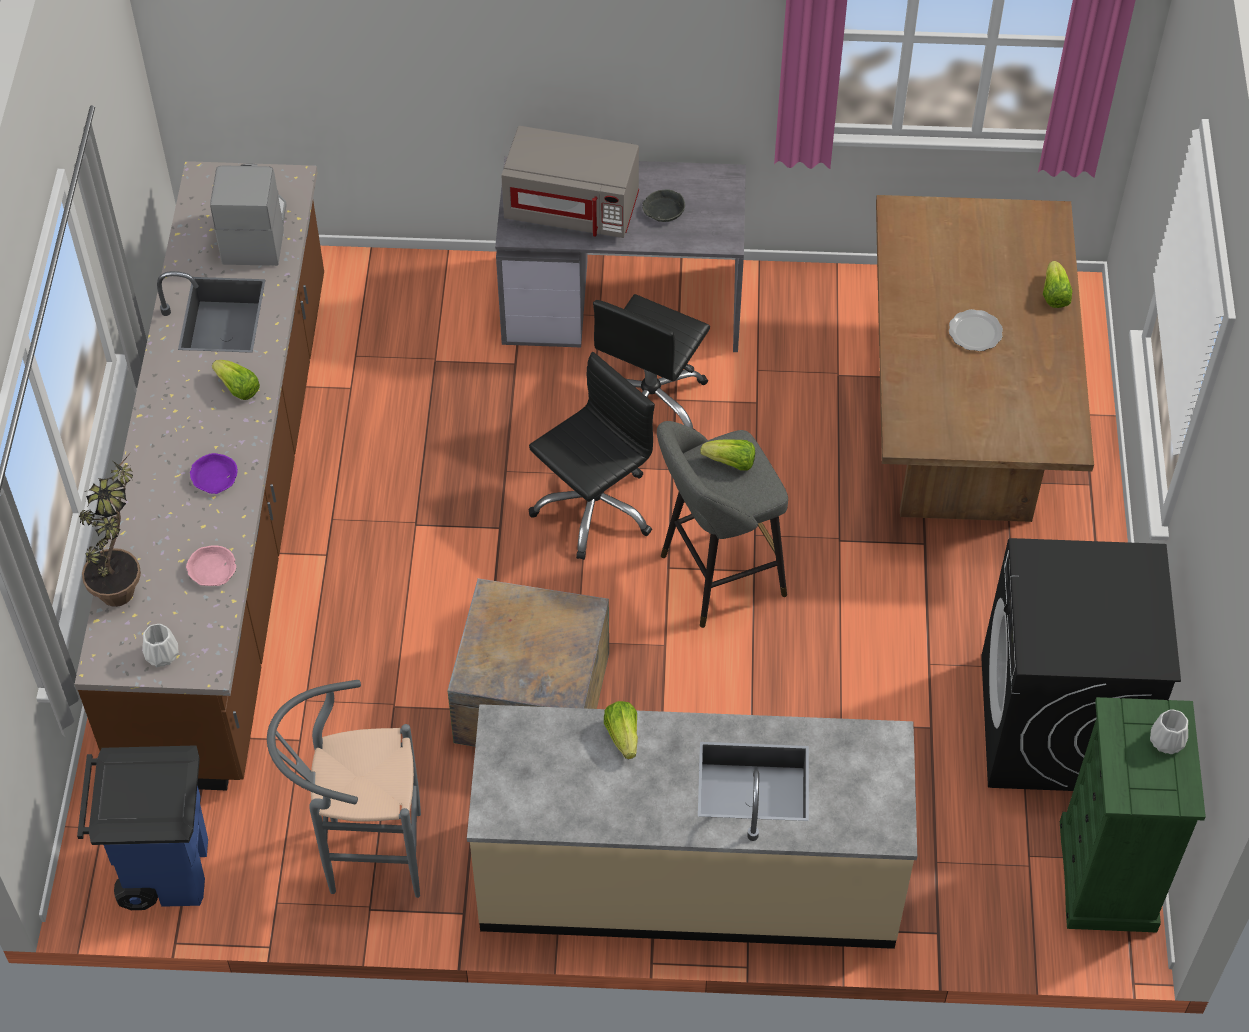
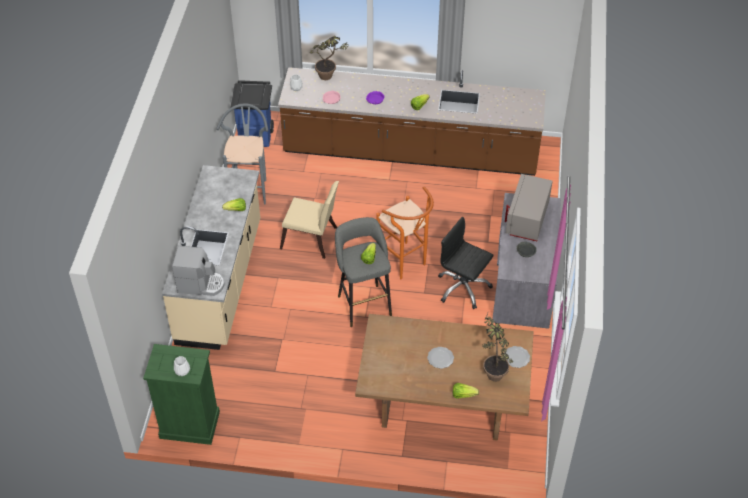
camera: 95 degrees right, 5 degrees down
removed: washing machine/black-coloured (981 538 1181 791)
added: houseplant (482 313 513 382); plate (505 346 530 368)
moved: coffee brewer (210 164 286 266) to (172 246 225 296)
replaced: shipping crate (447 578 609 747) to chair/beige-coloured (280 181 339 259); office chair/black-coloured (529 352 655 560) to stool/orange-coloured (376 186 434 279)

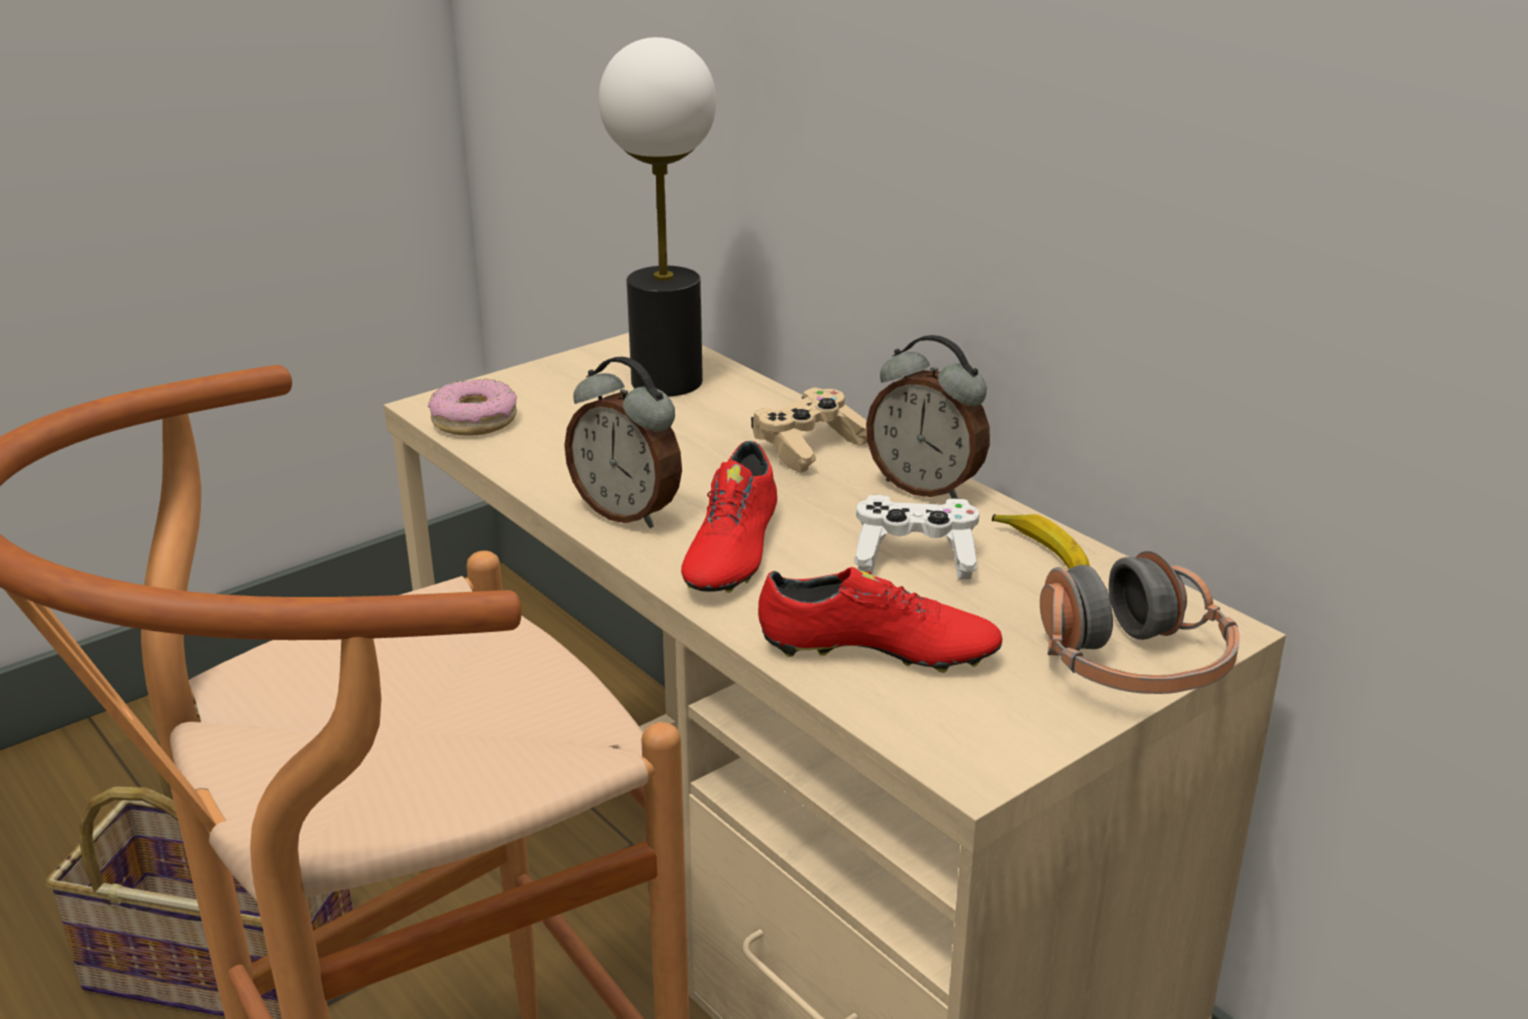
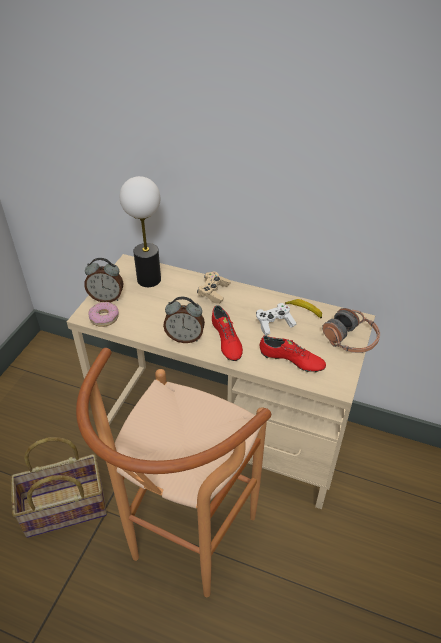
camera: 30 degrees left, 15 degrees up
moved: table clock (866 335 990 499) to (84 258 123 302)
turned: shoe/reddish (758 567 1002 673) = (260 335 326 373) 45 degrees clockwise

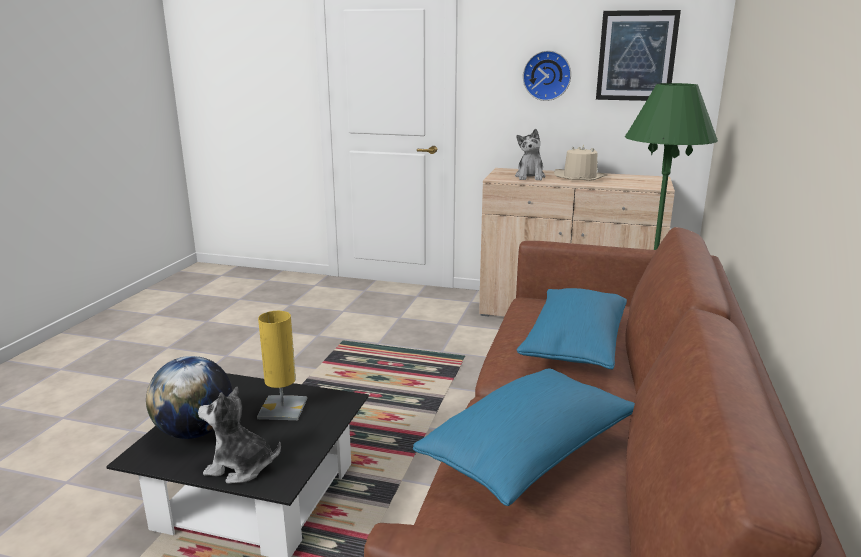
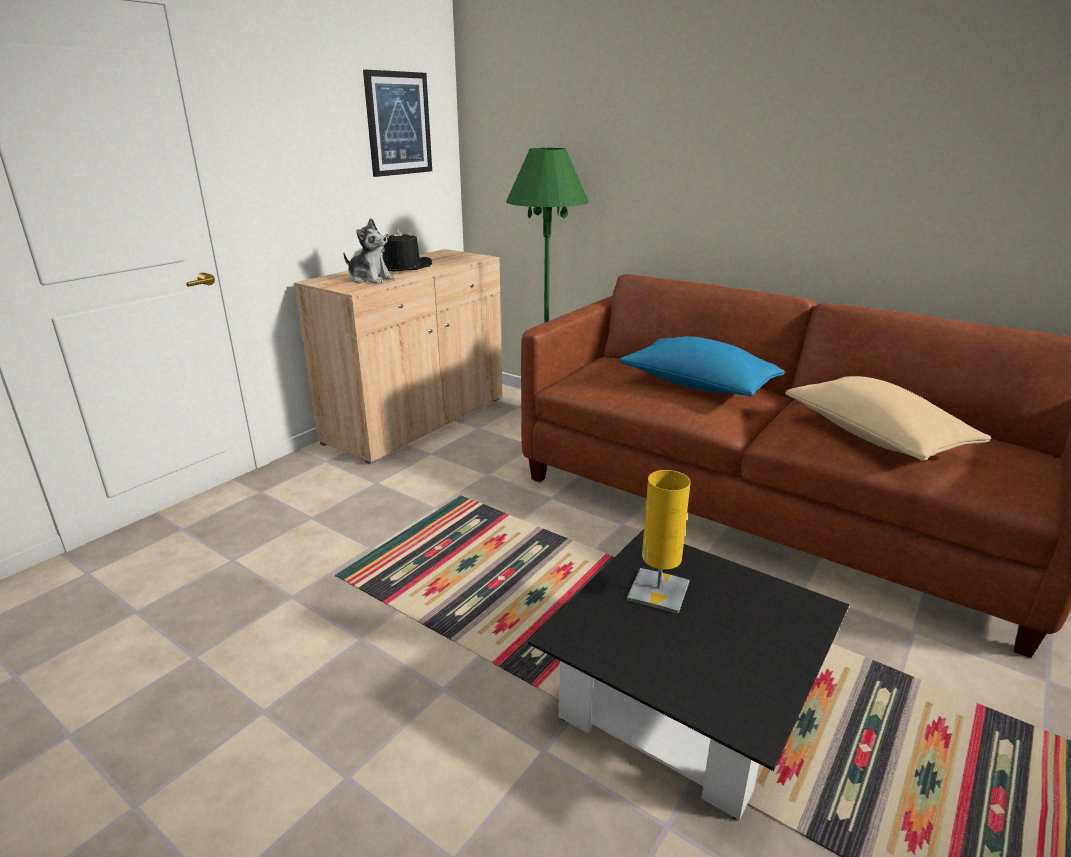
camera: 70 degrees left, 5 degrees up
removed: world globe (146 356 232 439); soft toy (198 387 281 484); clock on the wall (523 50 571 101)
recoloured: pillow/blue (413 369 635 506) to pillow/beige-coloured (785 376 991 461); clothing hat/beige-coloured (554 145 608 181) to clothing hat/black-coloured (382 230 432 271)

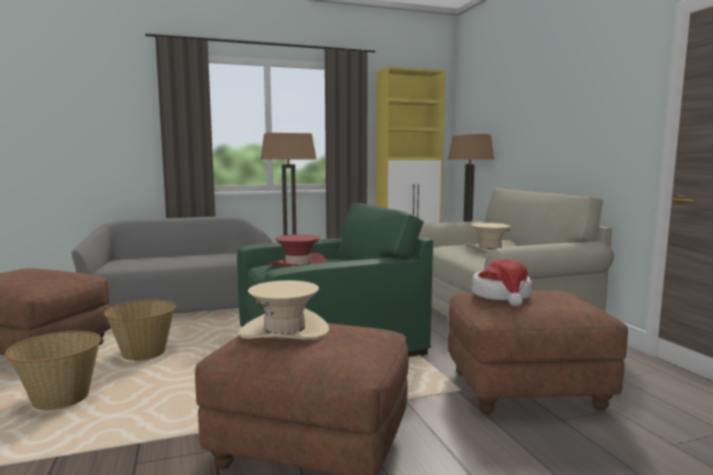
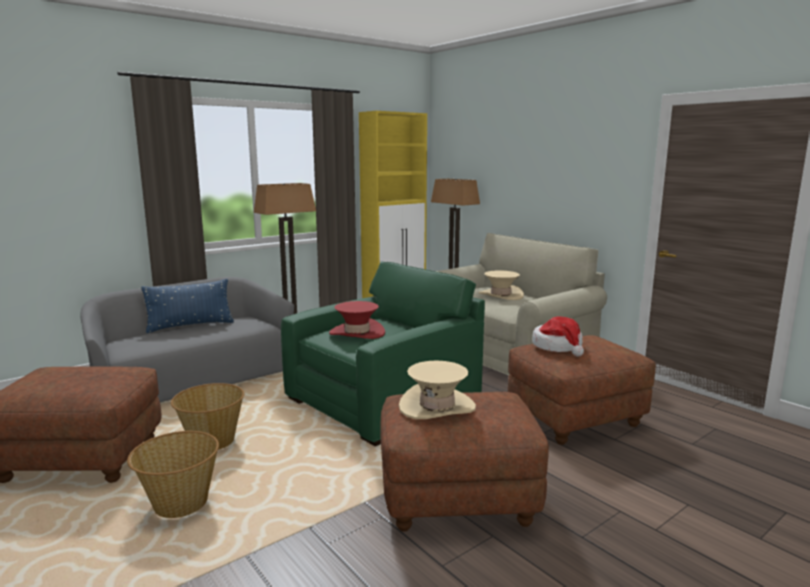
camera: 20 degrees left, 5 degrees up
added: pillow/blue (141 279 234 333)

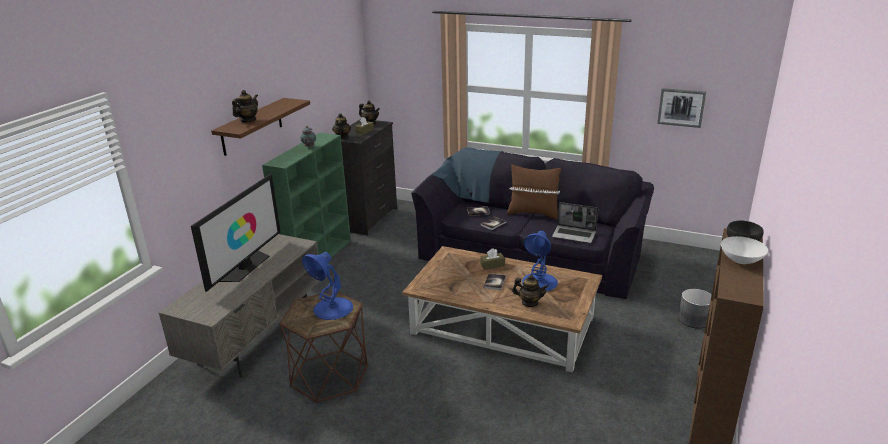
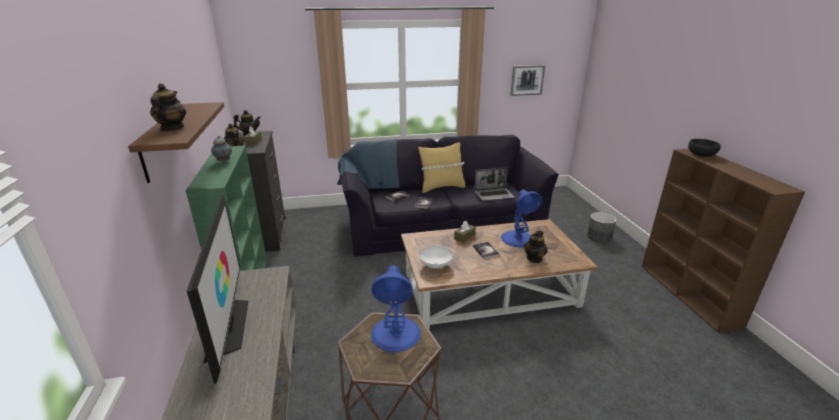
camera: 35 degrees left, 0 degrees up
moved: bowl/white-coloured (721 236 768 264) to (419 246 453 269)
recoloured: pillow/brownish (507 164 561 220) to pillow/yellow (418 142 465 193)
turned: teapot (512 275 549 307) = (524 230 548 263) 135 degrees clockwise

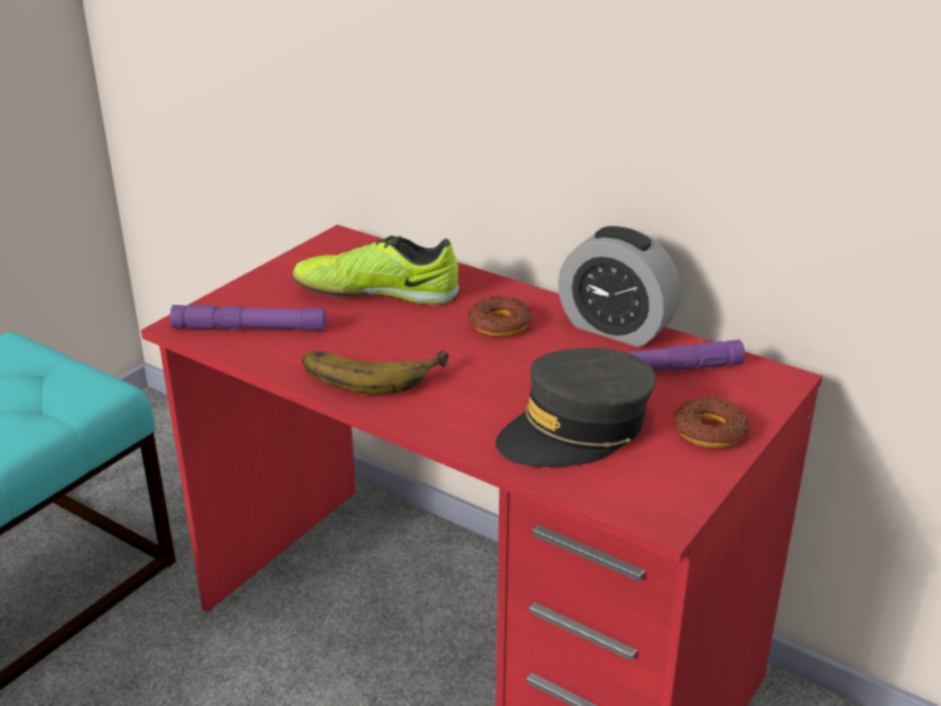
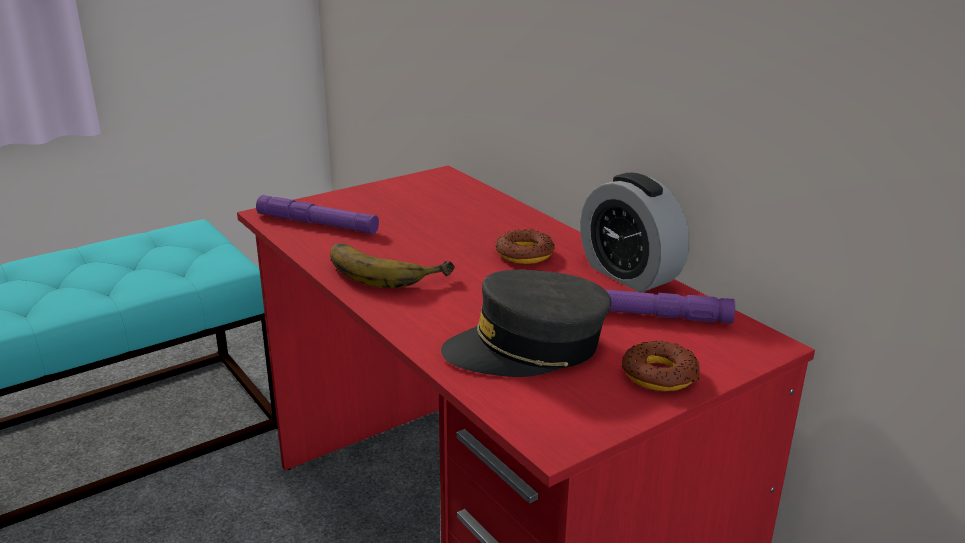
camera: 20 degrees right, 5 degrees down
removed: shoe (293 236 459 305)

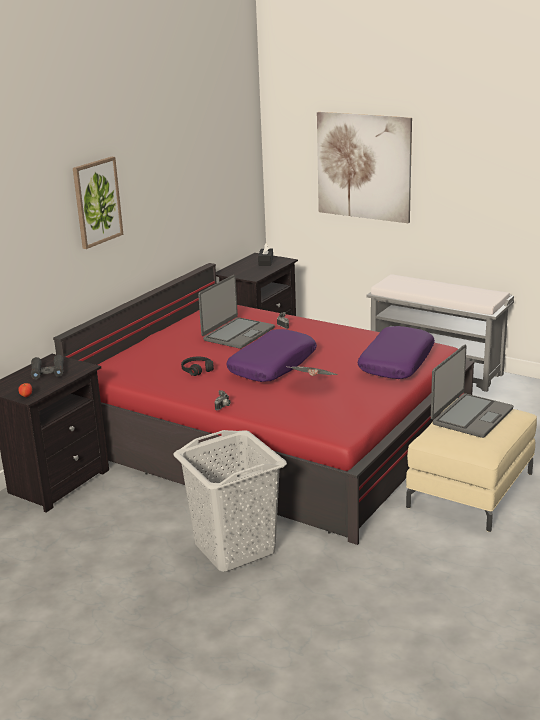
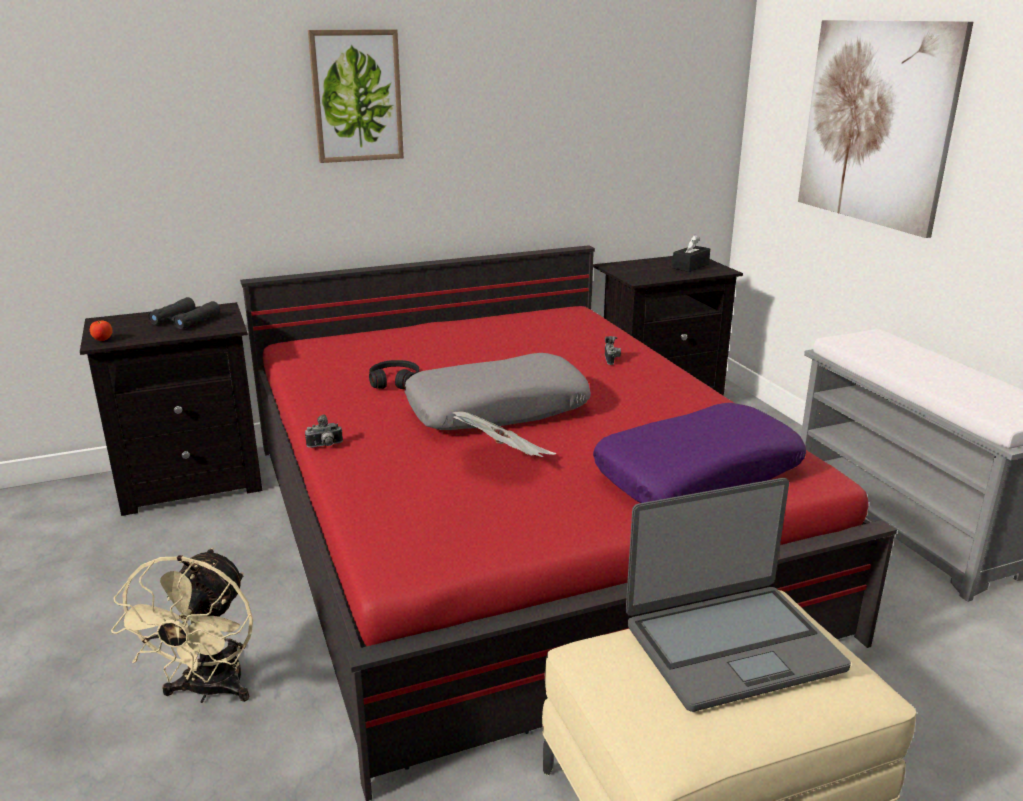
camera: 35 degrees right, 0 degrees up
removed: notebook computer (198 275 275 349)
replaced: washing basket/grey (174 430 287 572) to cooling fan/beige-coloured (111 548 253 703)
recoloured: pillow/purplish (226 329 317 382) to pillow/grey (405 353 591 430)

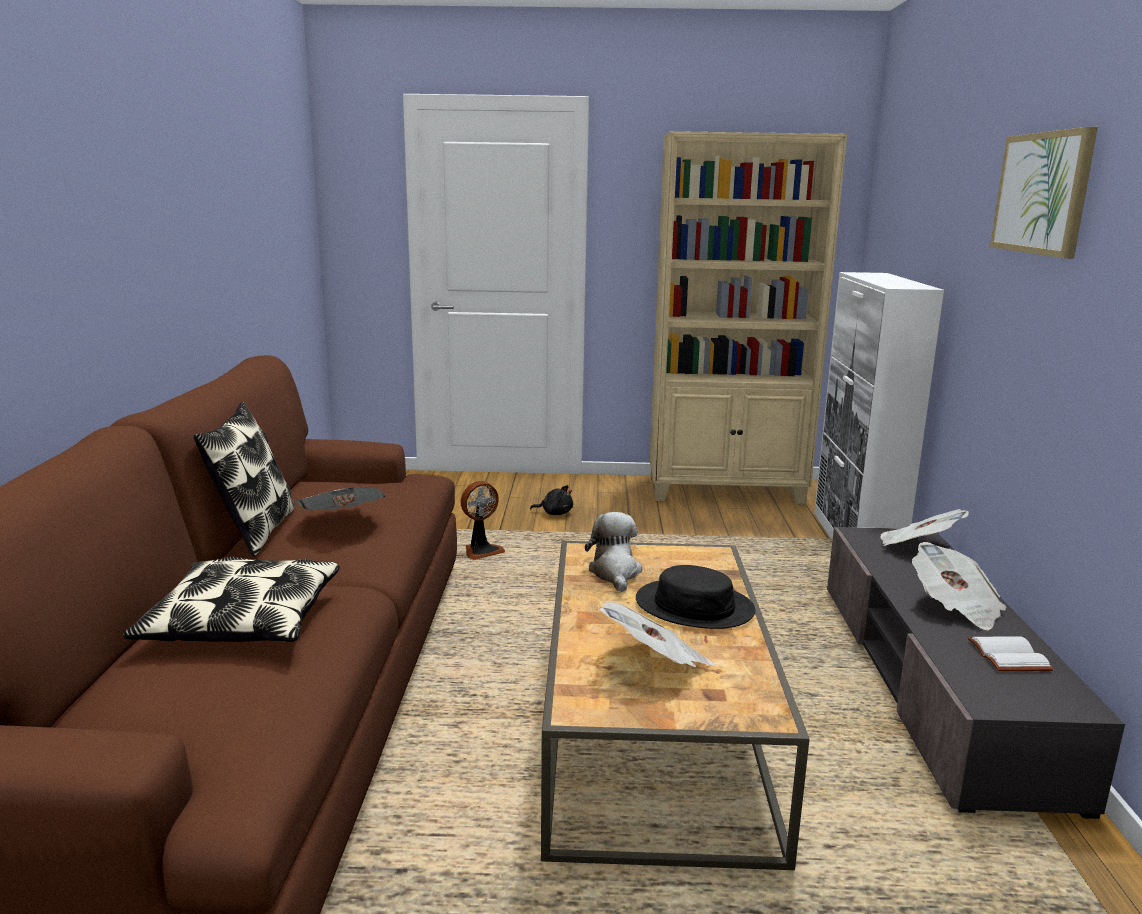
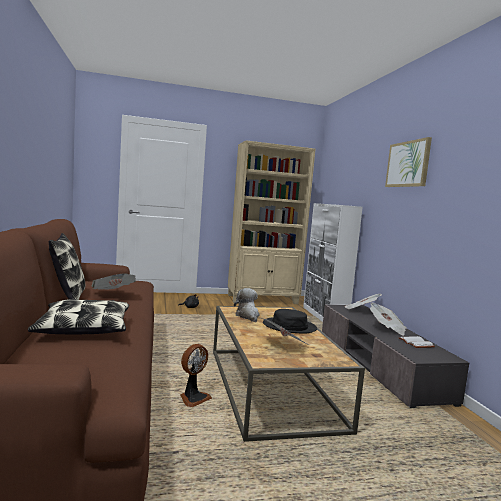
camera: 15 degrees left, 10 degrees down
moved: cooling fan (461 481 505 560) to (180 344 212 407)

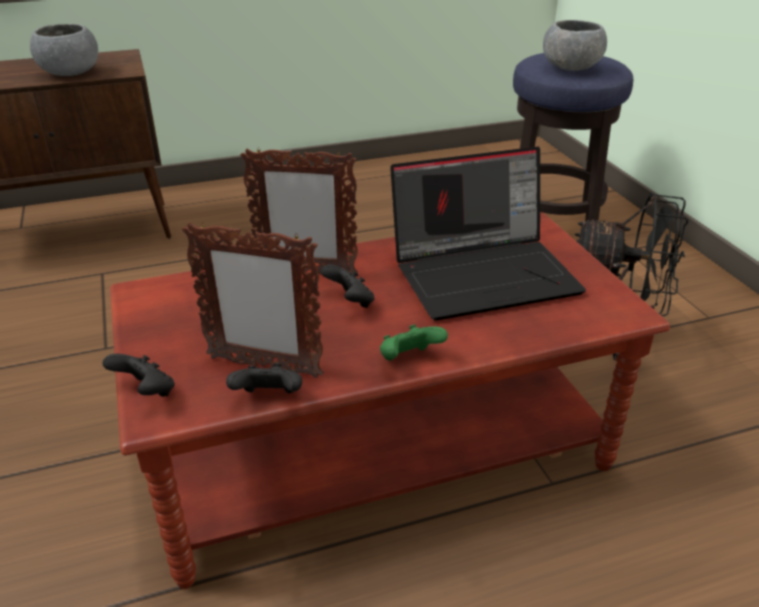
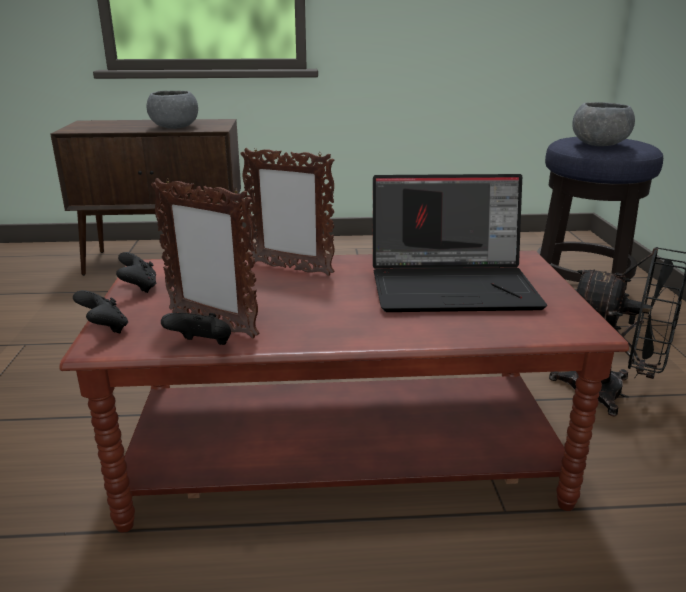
camera: 15 degrees right, 10 degrees down
removed: gamepad/green (380 324 448 360)
moved: gamepad/black-coloured (321 264 374 308) to (116 252 157 293)

